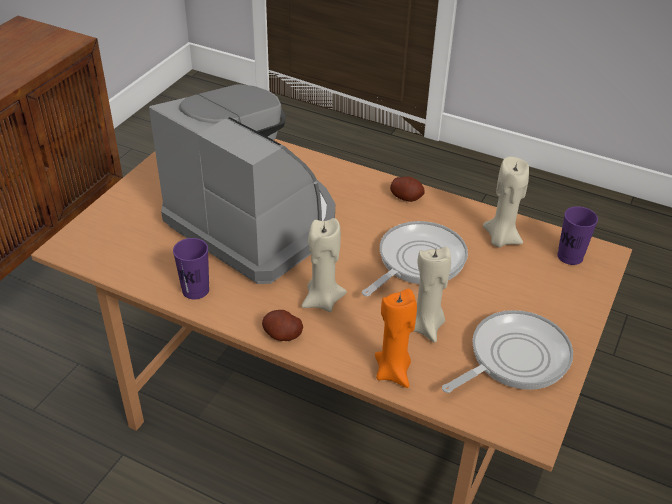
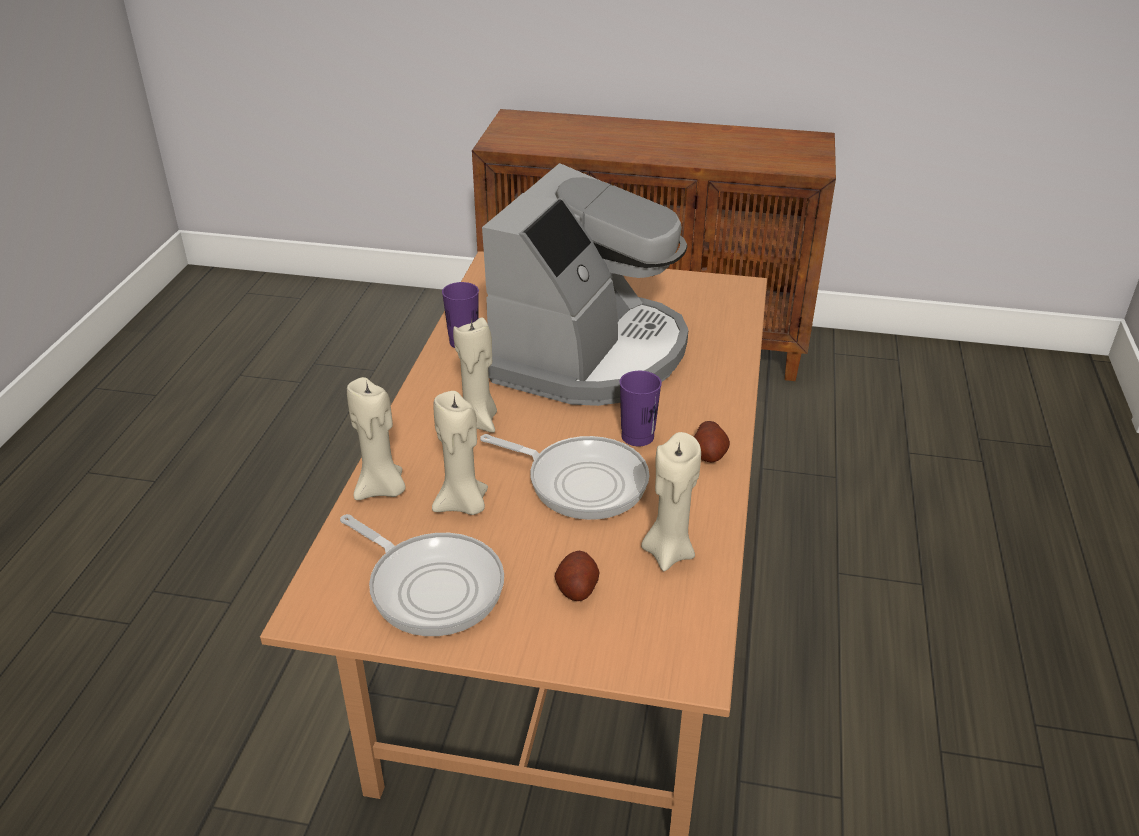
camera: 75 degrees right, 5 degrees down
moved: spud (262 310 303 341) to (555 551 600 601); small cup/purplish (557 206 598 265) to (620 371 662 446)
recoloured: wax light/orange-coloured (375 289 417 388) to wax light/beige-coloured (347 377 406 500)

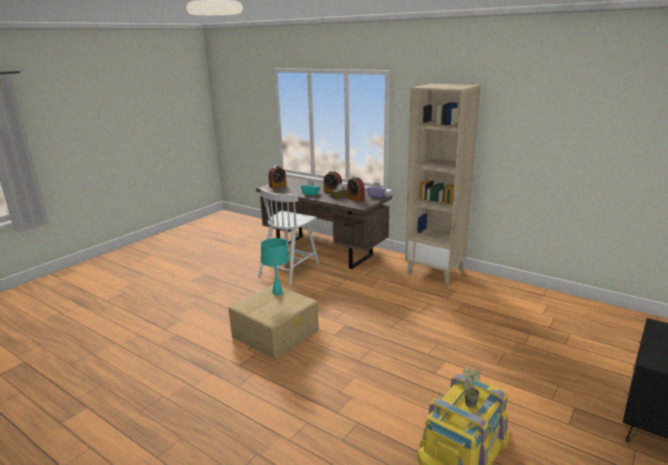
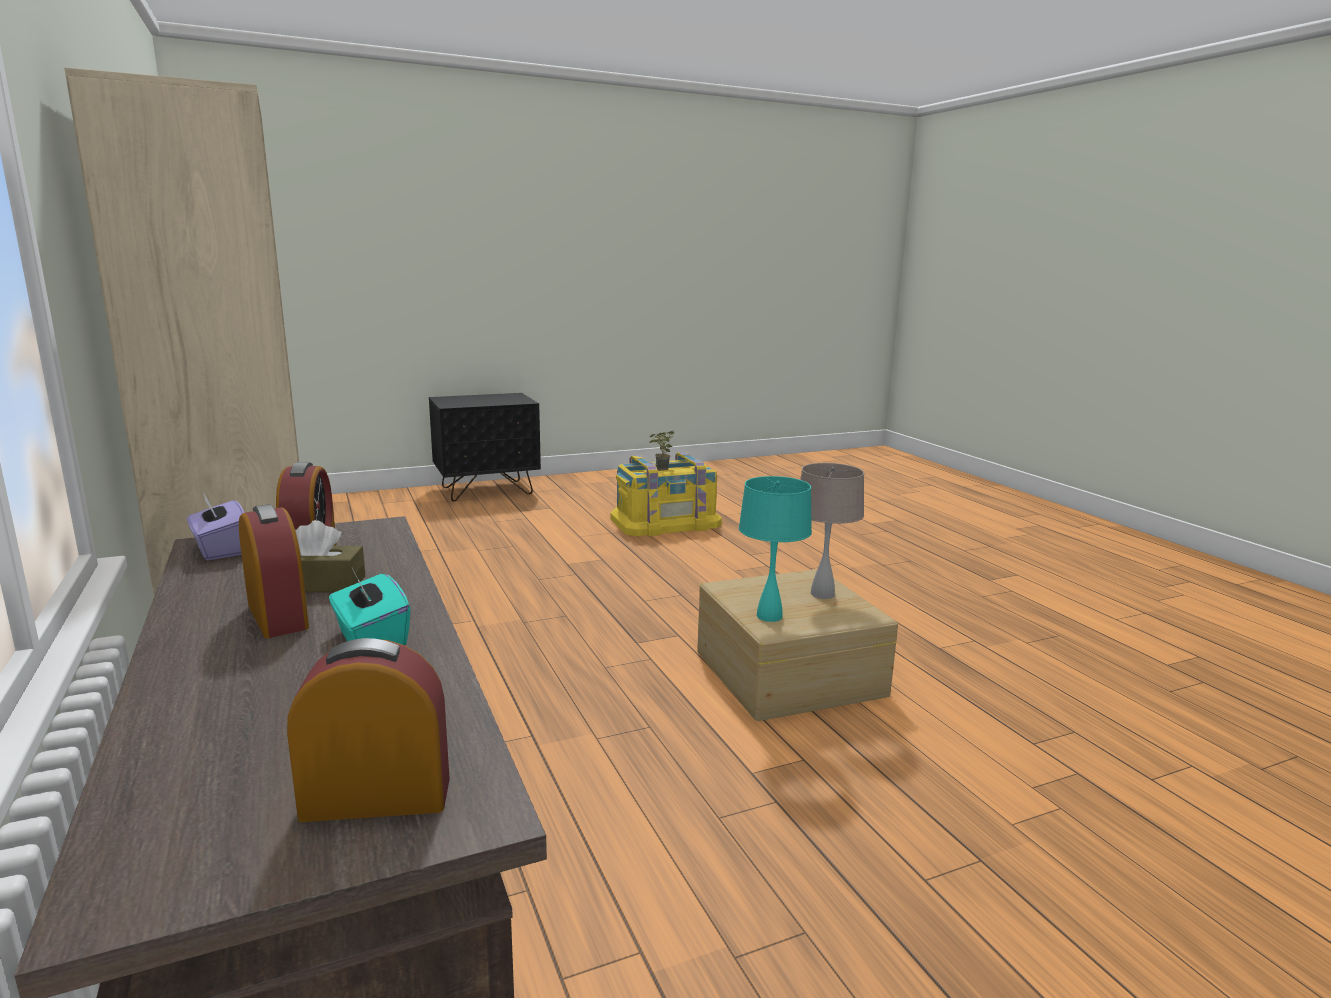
camera: 150 degrees left, 5 degrees down
removed: chair/white-coloured (258 189 320 285)
added: lamp for a table/beige-coloured (800 463 864 599)

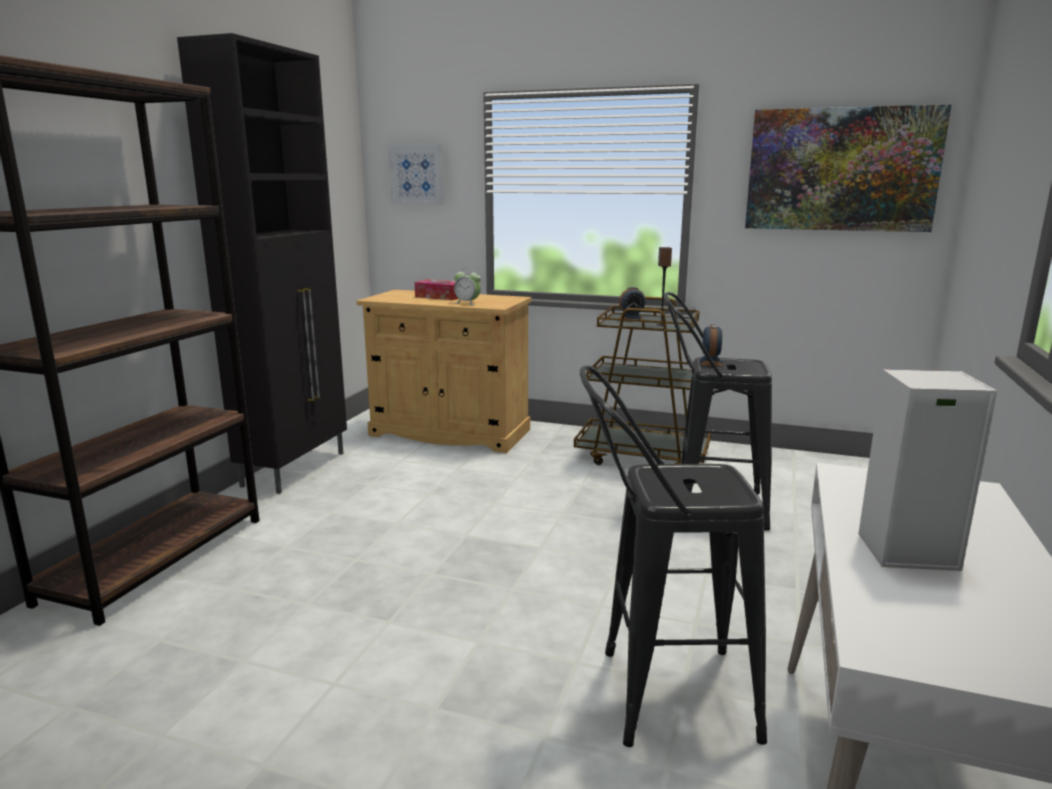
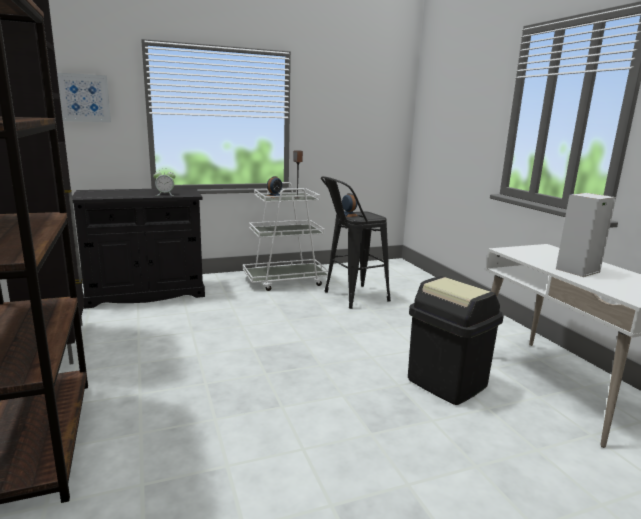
camera: 40 degrees left, 0 degrees up
removed: tissue box (414 279 459 300); picture (745 104 952 232)
replaced: stool/black-coloured (580 365 767 747) to rubbish bin/black-coloured (408 276 504 405)
recoloured: cabinet/beige-coloured (356 290 532 453) to cabinet/black-coloured (72 188 205 309); wheeled cart/brownish (574 296 711 465) to wheeled cart/white-coloured (243 182 329 291)

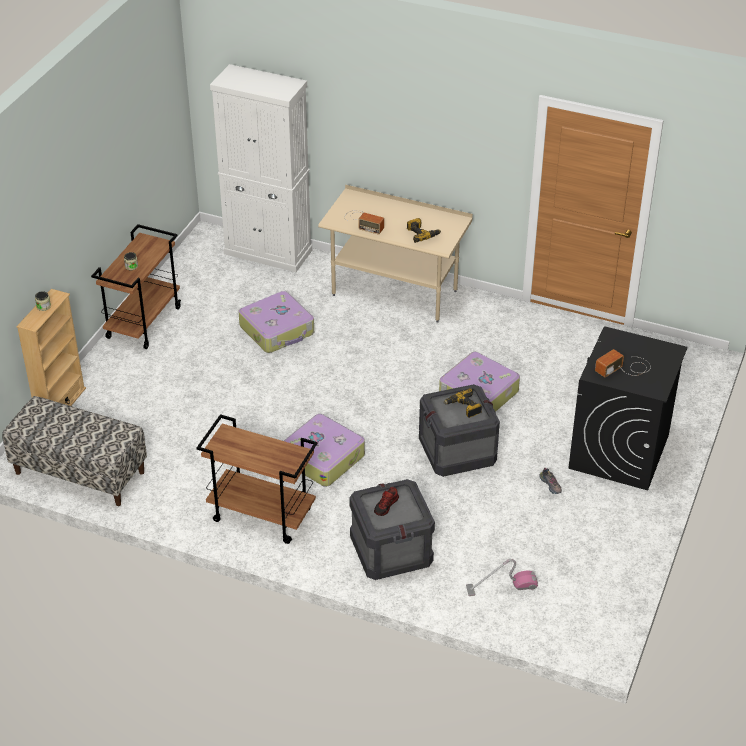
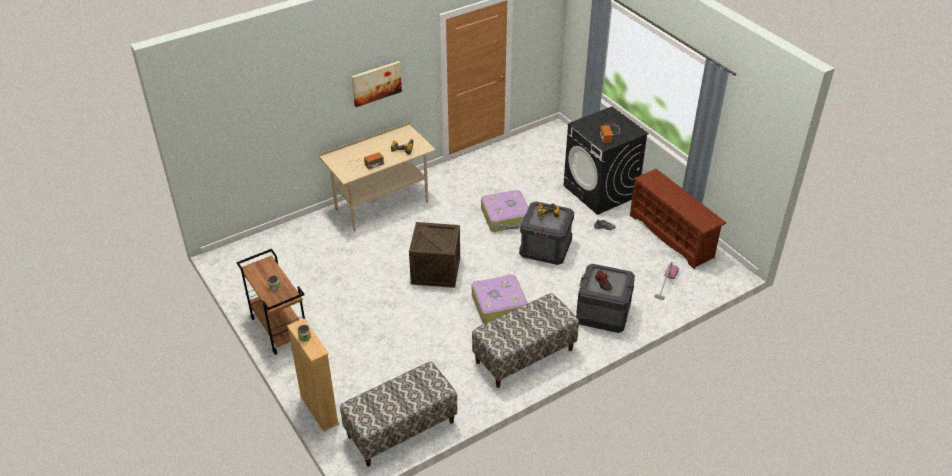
camera: 55 degrees left, 0 degrees up
removed: cabinet/white-coloured (210 64 312 272); suitcase (239 291 314 353)
added: picture (352 61 402 107); shipping crate (409 222 460 288); shoe shelf/brownish (630 169 726 269)
replaced: wheeled cart/brownish (196 414 317 544) to indoor bench (472 293 579 388)

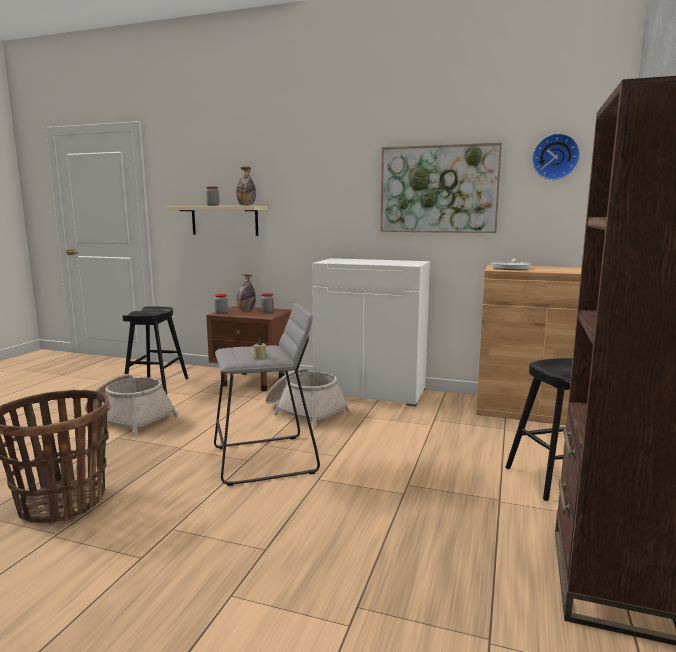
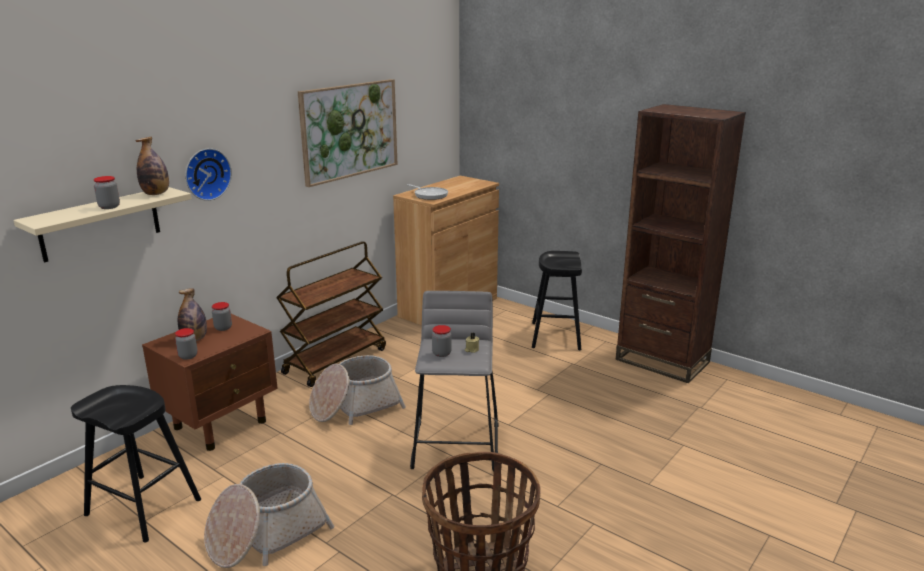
camera: 70 degrees left, 10 degrees up
added: jar (432 325 452 357)
moved: clock on the wall (532 133 580 180) to (185 148 232 201)
replaced: cabinet/white-coloured (312 258 430 407) to wheeled cart/brownish (276 241 386 387)

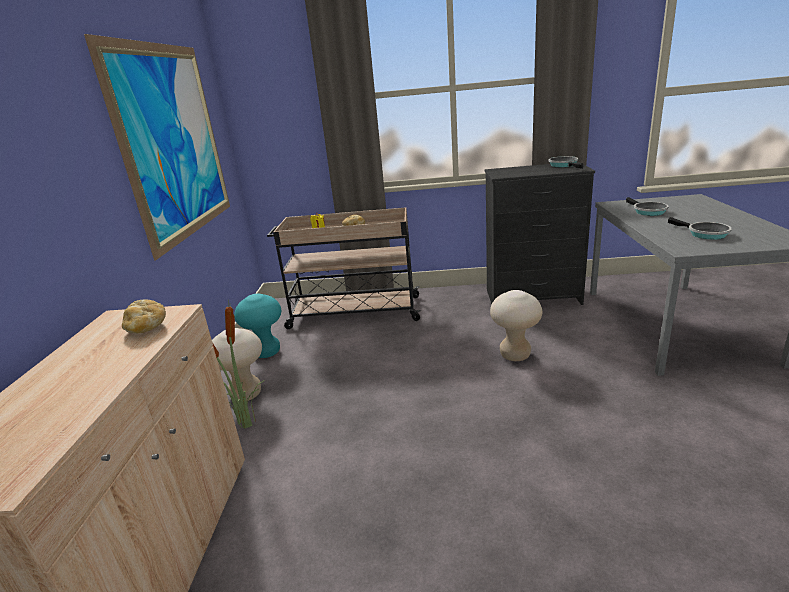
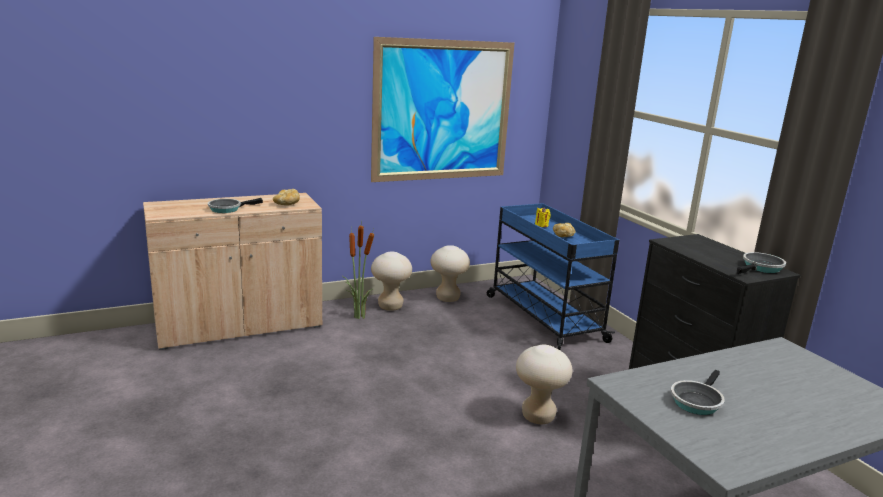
camera: 60 degrees right, 5 degrees down
moved: frying pan (626 197 669 216) to (208 198 263 213)
recoloured: stool/turquoise-coloured (234 294 281 358) to stool/beige-coloured (430 245 470 302); wheeled cart/beige-coloured (267 208 421 329) to wheeled cart/blue (487 203 619 350)

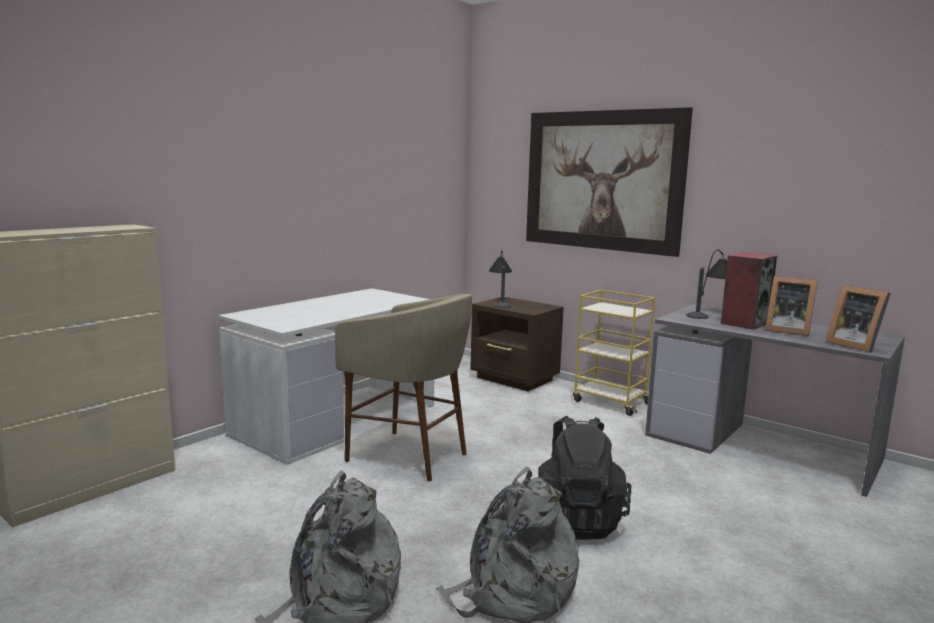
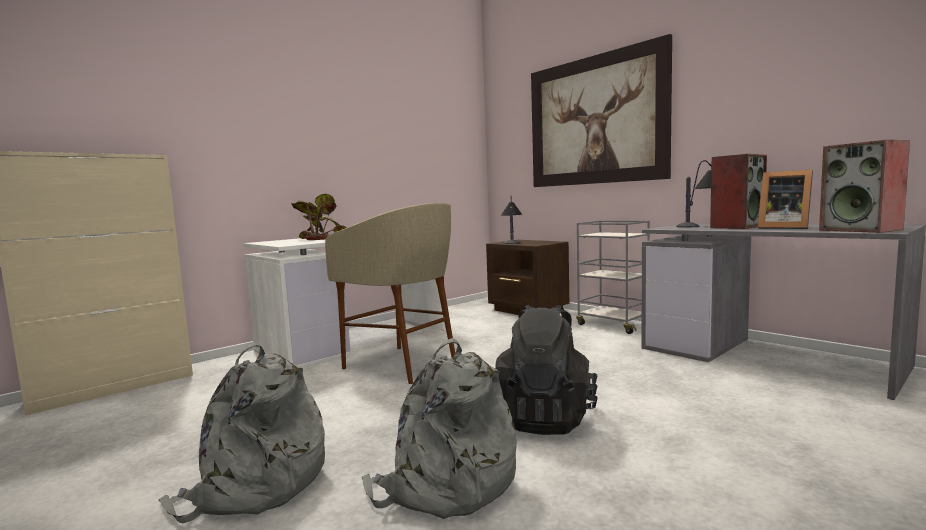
camera: 10 degrees right, 5 degrees down
added: houseplant (291 194 347 240)
replaced: picture frame (826 285 890 352) to audio speaker (819 140 910 233)
recoloured: wheeled cart/yellow (573 290 655 416) to wheeled cart/grey (576 221 650 334)

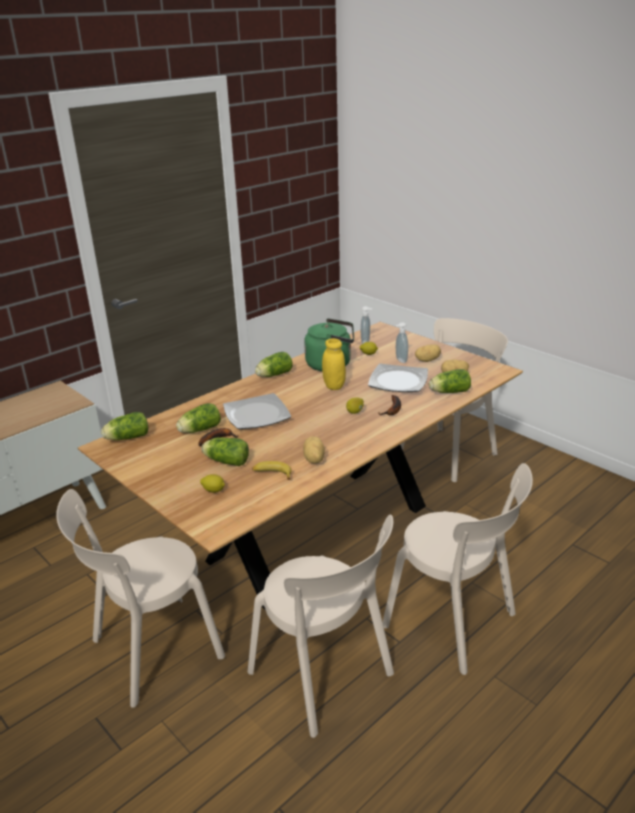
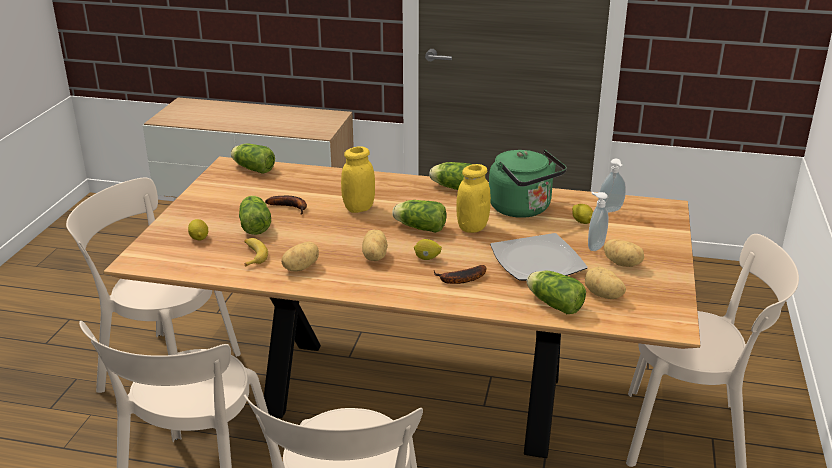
camera: 55 degrees right, 0 degrees up
added: spud (362 230 388 261)
moved: lettuce head (176 403 221 433) to (392 200 447 233)
replaced: plate (223 393 291 429) to jar/yellow (341 146 375 213)

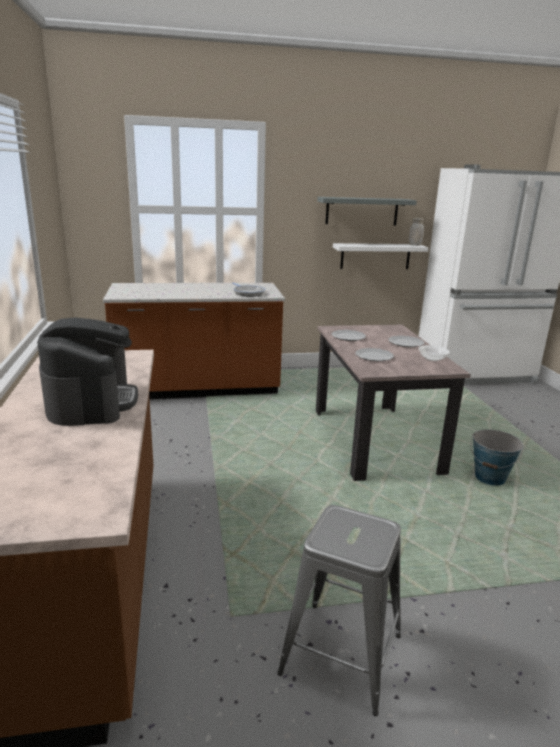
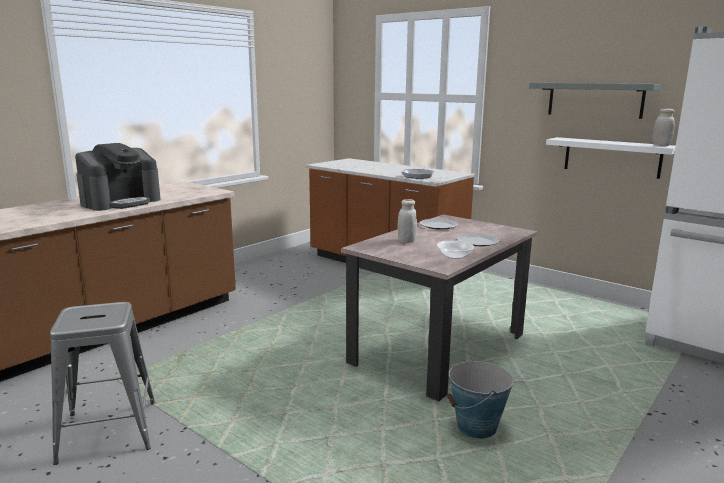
camera: 50 degrees right, 5 degrees down
replaced: plate (355 348 394 361) to jar/white-coloured (398 199 417 243)

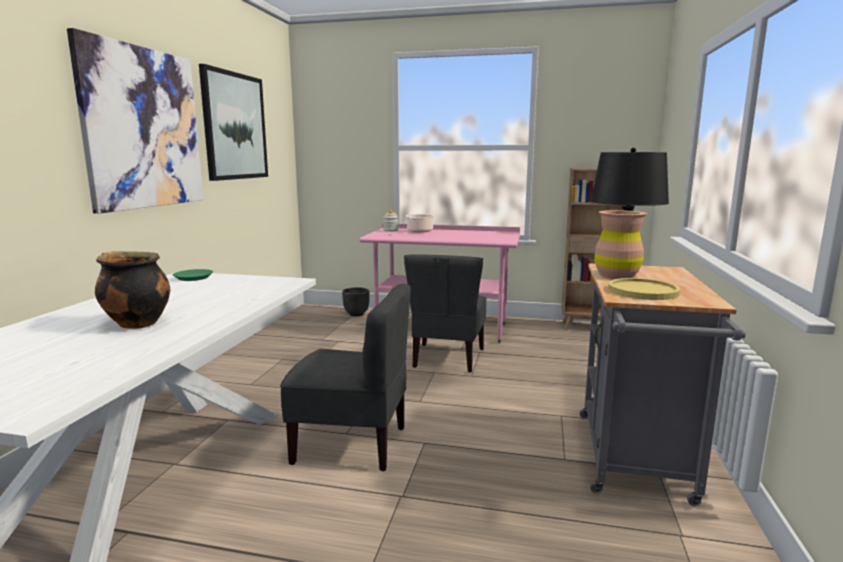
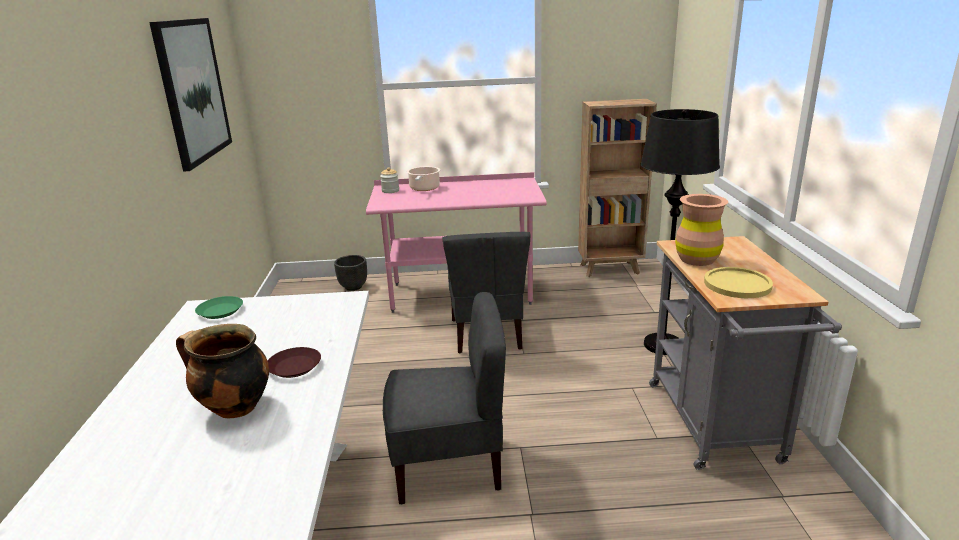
camera: 15 degrees left, 10 degrees up
removed: picture (67 28 204 214)
added: plate/brownish (267 347 321 378)

